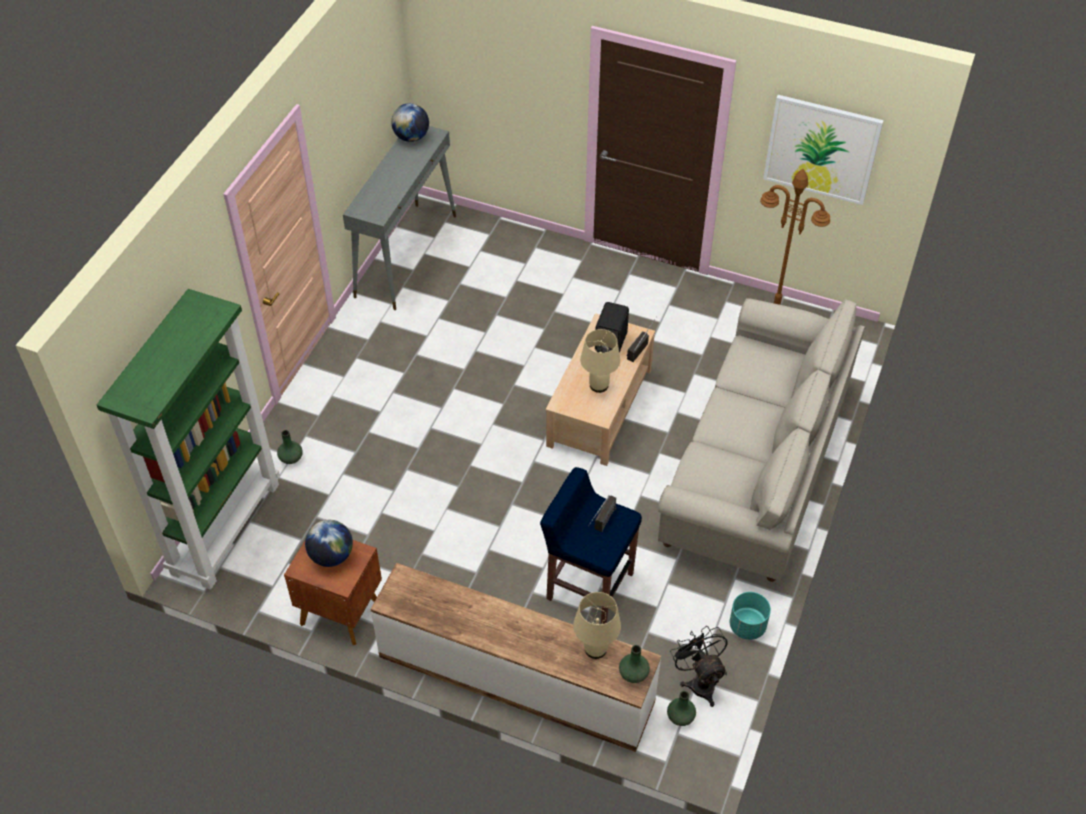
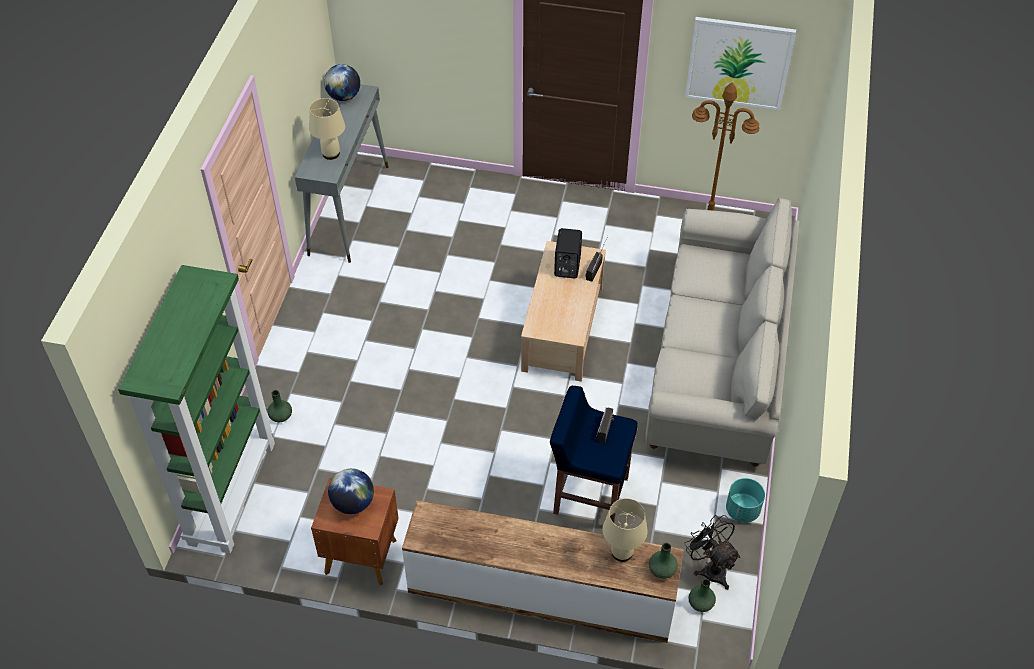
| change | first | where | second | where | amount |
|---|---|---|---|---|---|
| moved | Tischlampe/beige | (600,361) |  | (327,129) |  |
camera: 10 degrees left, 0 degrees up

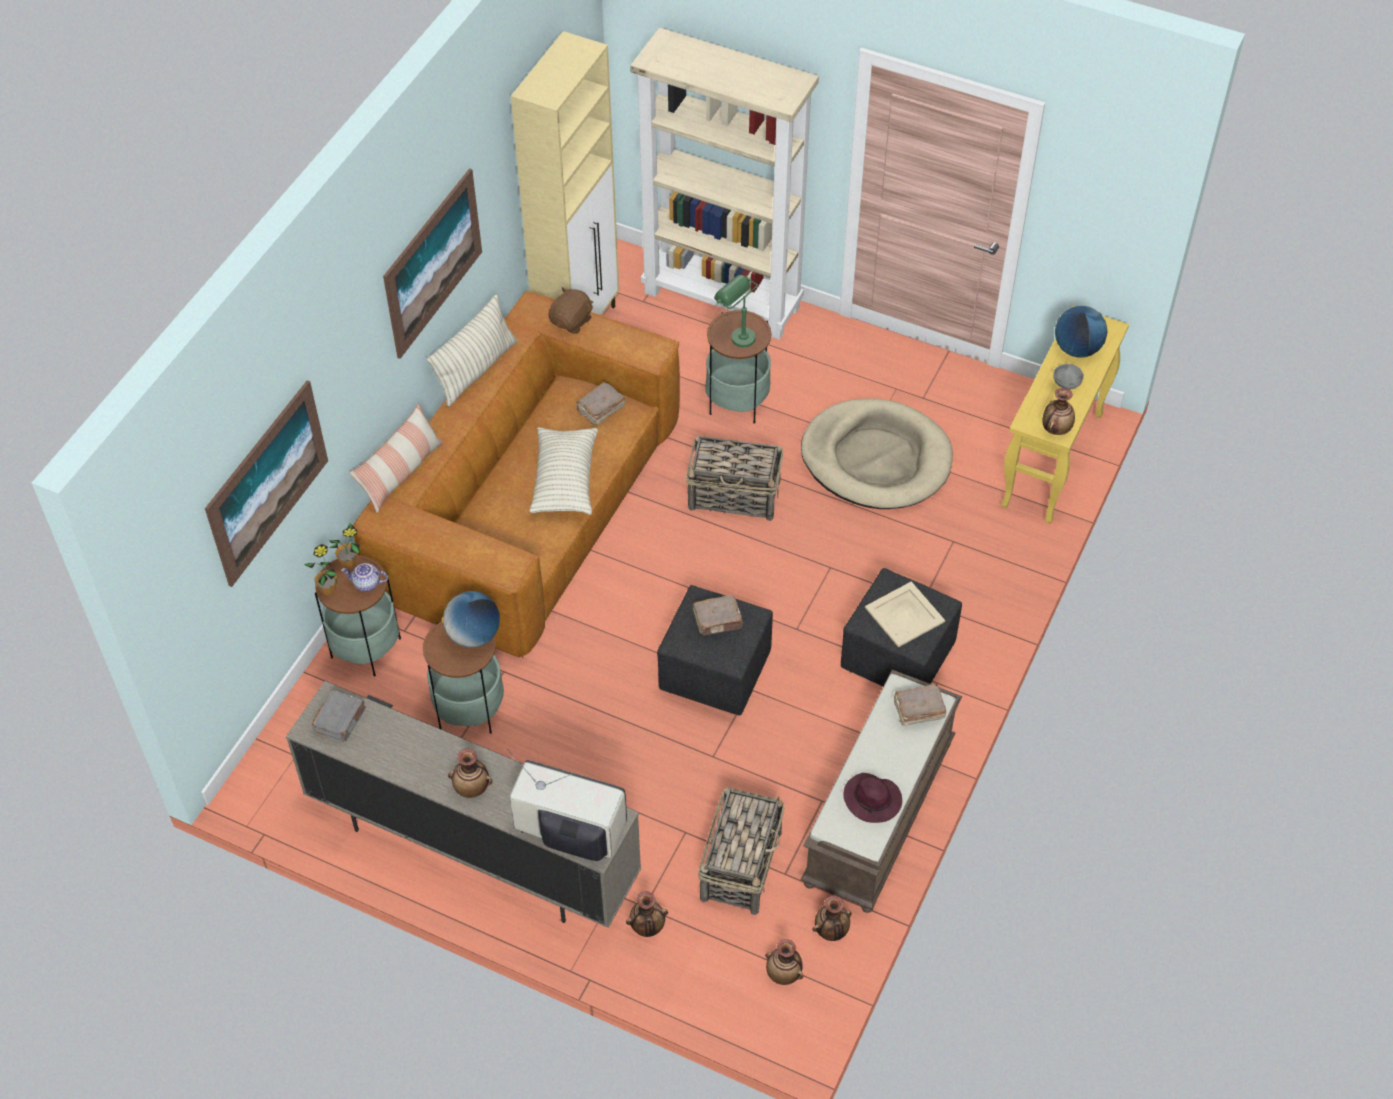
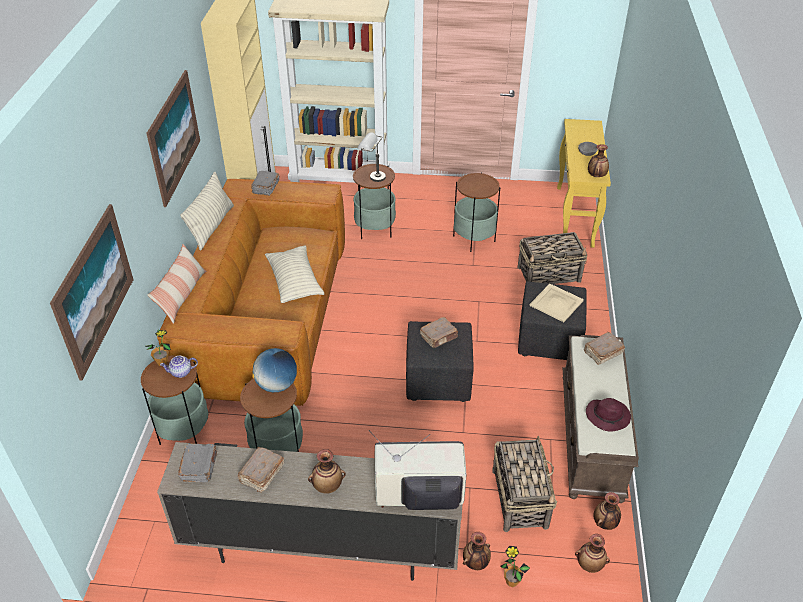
| change | first | where | second | where | amount |
|---|---|---|---|---|---|
| moved | Topfpflanze | (320,570) |  | (515,566) |  |
| replaced | Plüschtier/braun | (571,310) | Buch/grau | (265,183) |  |
| moved | Buch/braun | (600,404) |  | (261,469) |  |
| moved | Korb | (734,478) |  | (552,258) |  |
| recoloured | Tischlampe/grün | (736,311) | Tischlampe/grau | (371,157) |  |
| replaced | Hundebett/beige | (877,453) | Beistelltisch | (476,212) |  |
| removed | Globus | (1081,332) |  |  |  |
camera: 20 degrees left, 10 degrees down

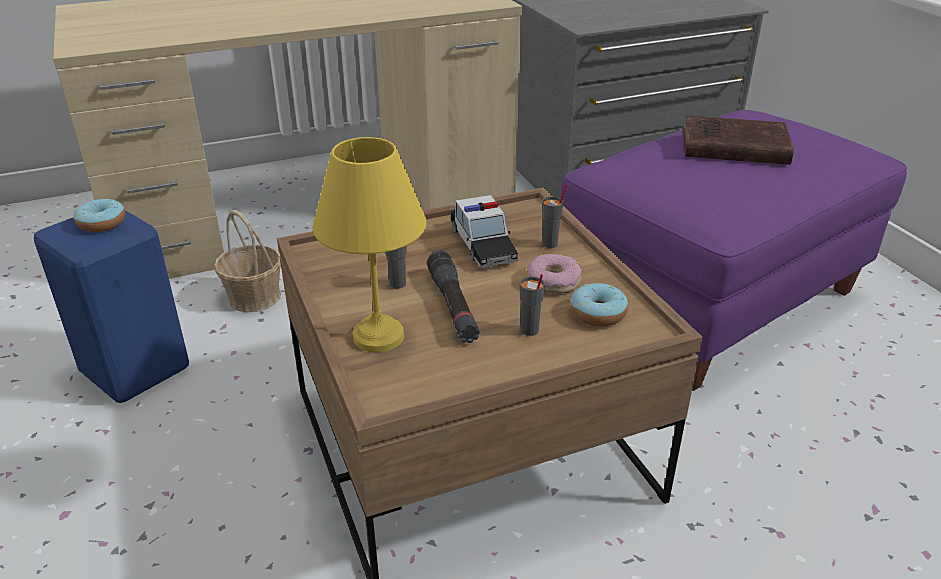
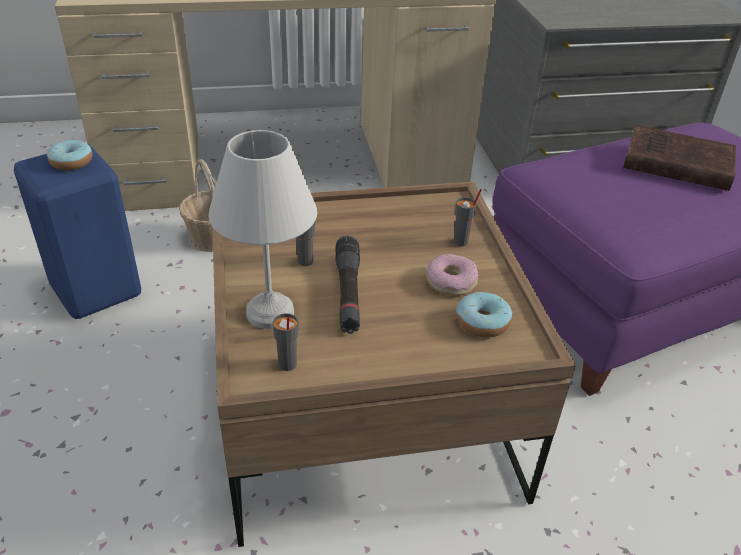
| change | first | where | second | where | amount |
|---|---|---|---|---|---|
| recoloured | Tischlampe/gelb | (369,244) | Tischlampe/weiß | (262,229) |  |
| removed | Spielzeugauto | (485,231) |  |  |  |
| moved | Tasse/grau | (532,305) |  | (285,342) |  |
camera: 10 degrees right, 5 degrees up

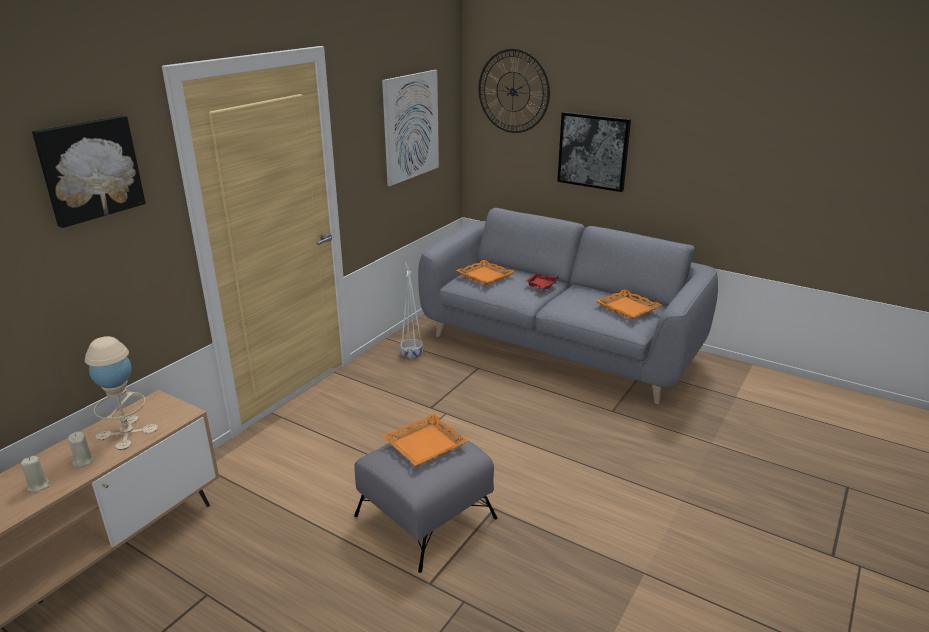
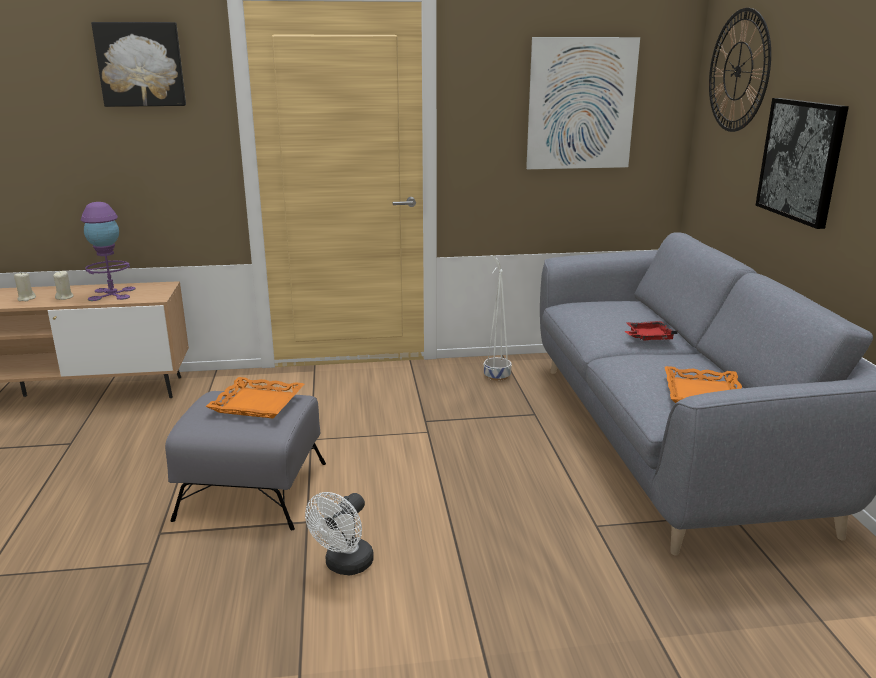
| change | first | where | second | where | amount |
|---|---|---|---|---|---|
| recoloured | Tischlampe/beige | (121,393) | Tischlampe/lila | (108,251) |  |
| removed | Tablett/orange | (485,273) |  |  |  |
| added |  |  | Ventilator/weiß | (339,533) |  |
camera: 50 degrees right, 5 degrees down

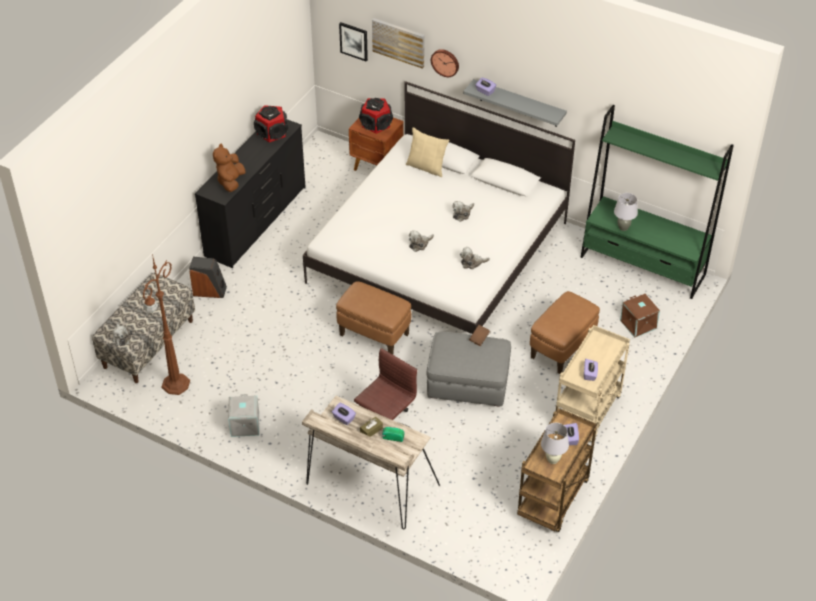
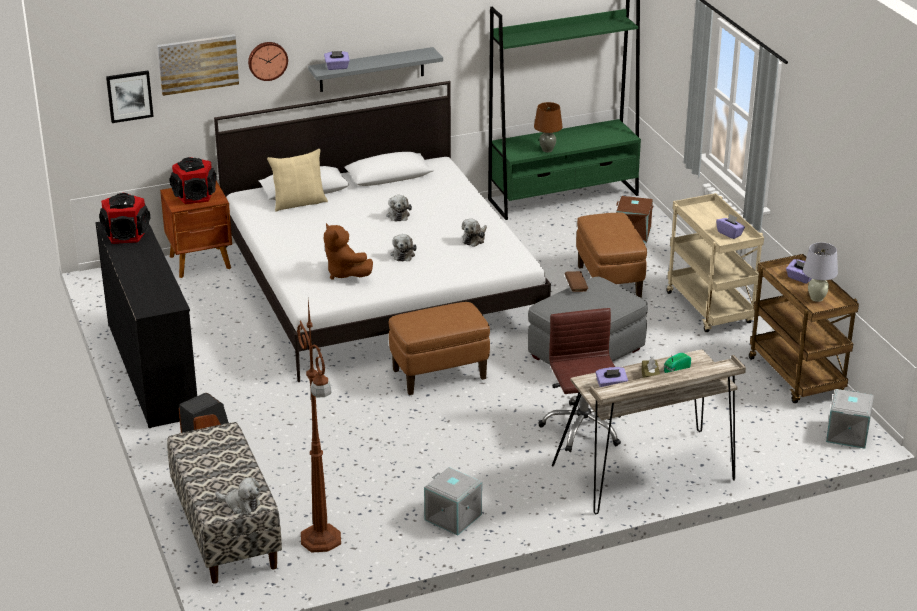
| change | first | where | second | where | amount |
|---|---|---|---|---|---|
| moved | Plüschtier/braun | (229,168) |  | (348,251) |  |
| recoloured | Tischlampe/grau | (626,212) | Tischlampe/braun | (548,127) |  |
| added |  |  | Aufbewahrungsbox/grau | (850,419) |  |
camera: 50 degrees left, 15 degrees down

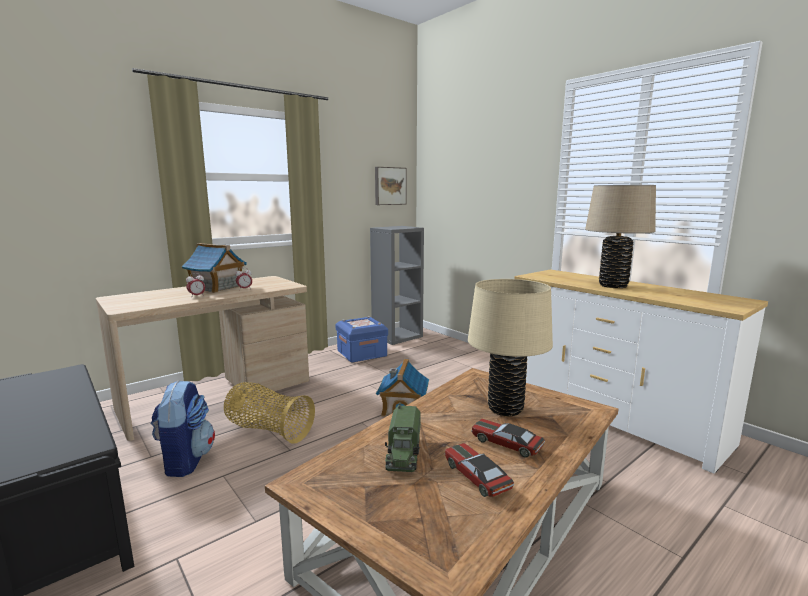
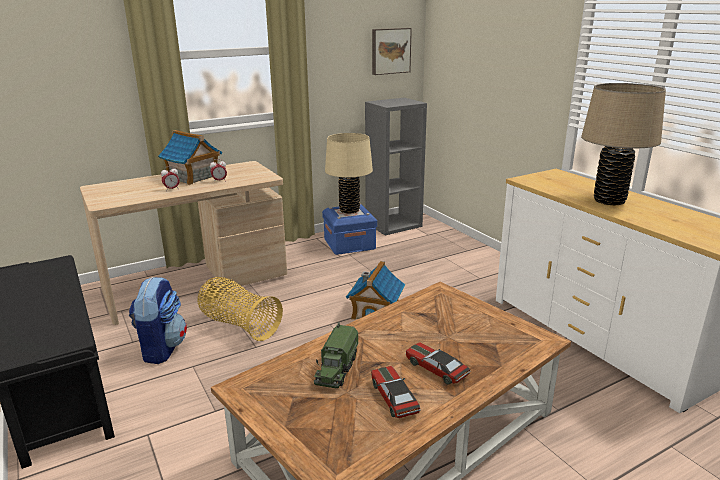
| change | first | where | second | where | amount |
|---|---|---|---|---|---|
| moved | Tischlampe/beige | (510,347) |  | (349,173) |  |
camera: 10 degrees right, 10 degrees up

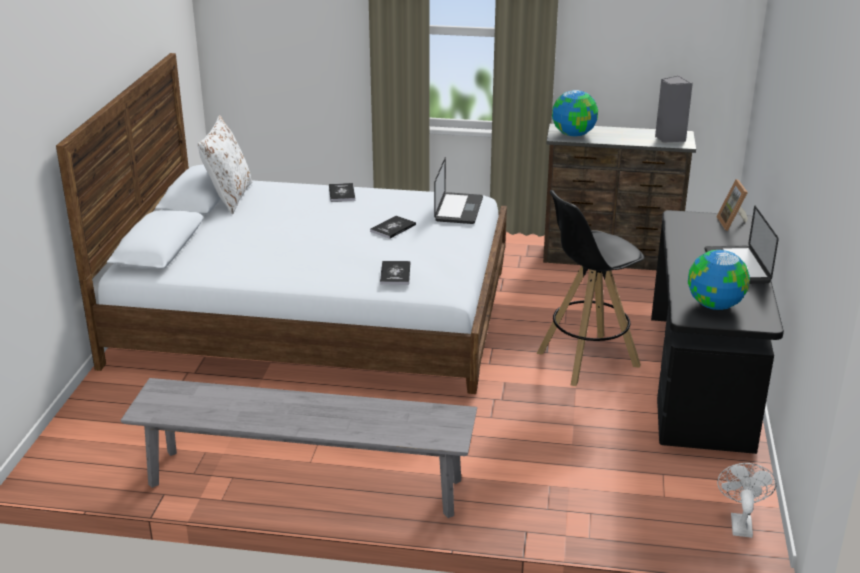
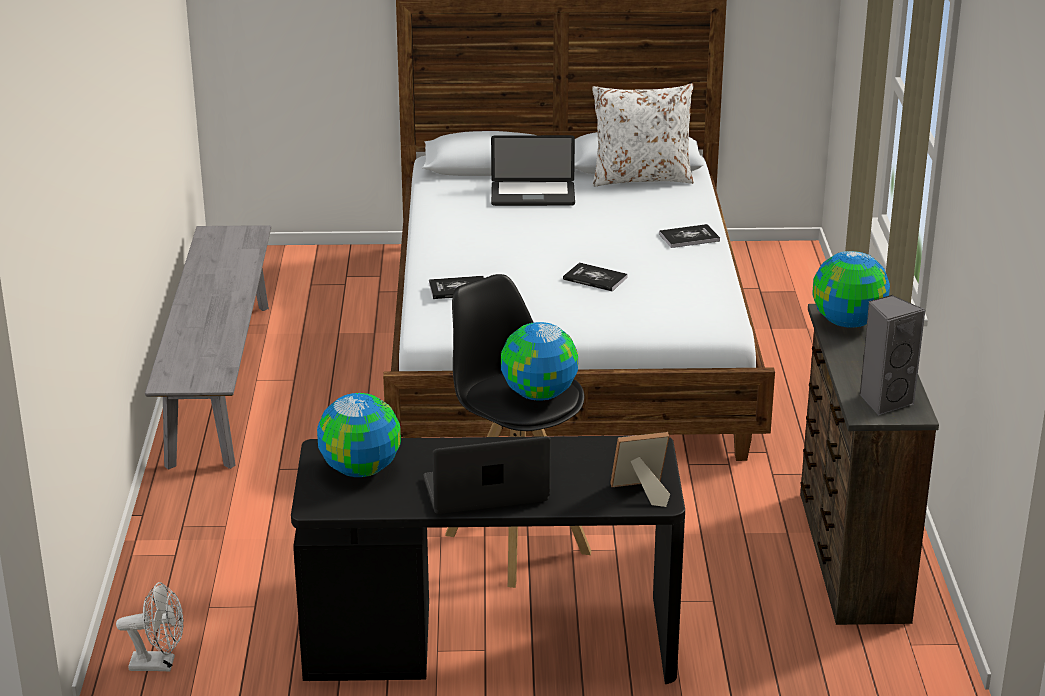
| change | first | where | second | where | amount |
|---|---|---|---|---|---|
| moved | Laptop | (458,190) |  | (533,170) |  |
| added |  |  | Globus | (539,361) |  |
camera: 80 degrees right, 0 degrees up

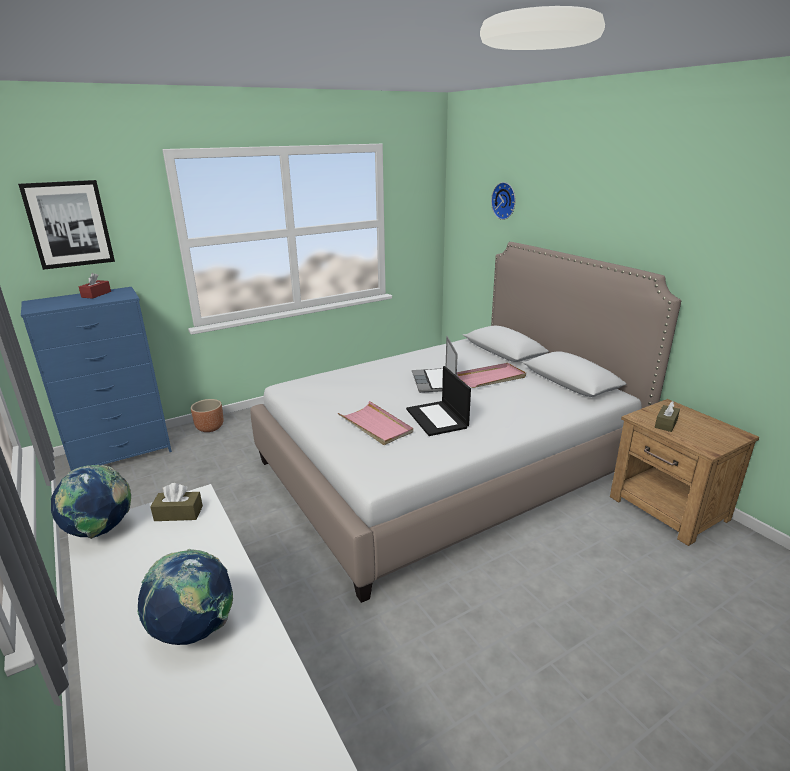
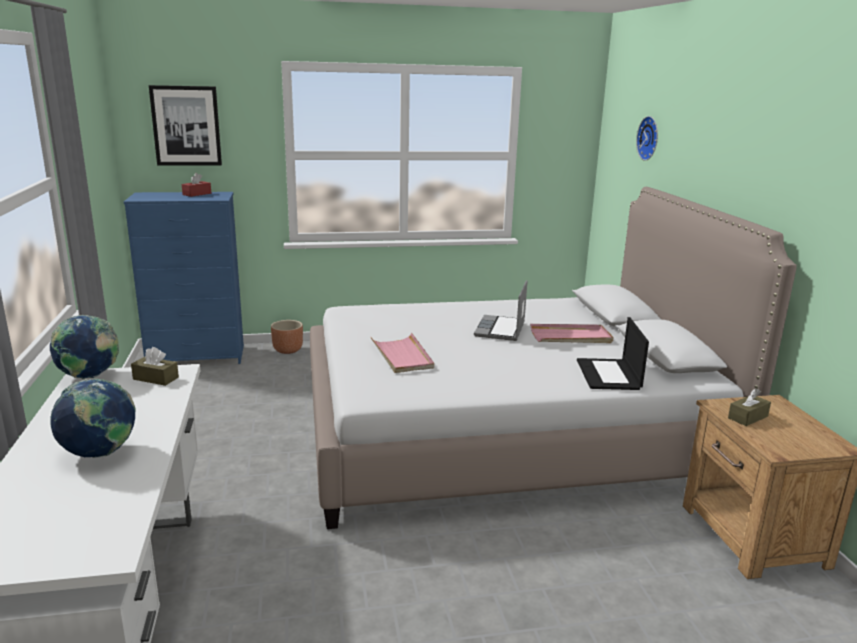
| change | first | where | second | where | amount |
|---|---|---|---|---|---|
| moved | Laptop | (438,401) |  | (613,353) |  |
camera: 20 degrees right, 5 degrees down

